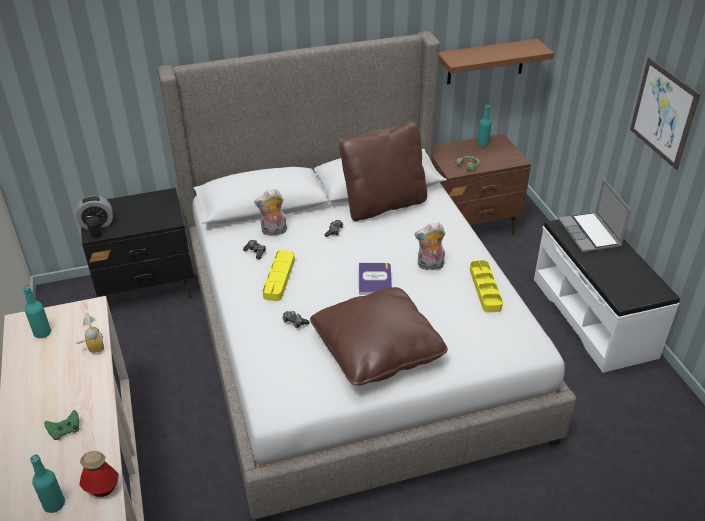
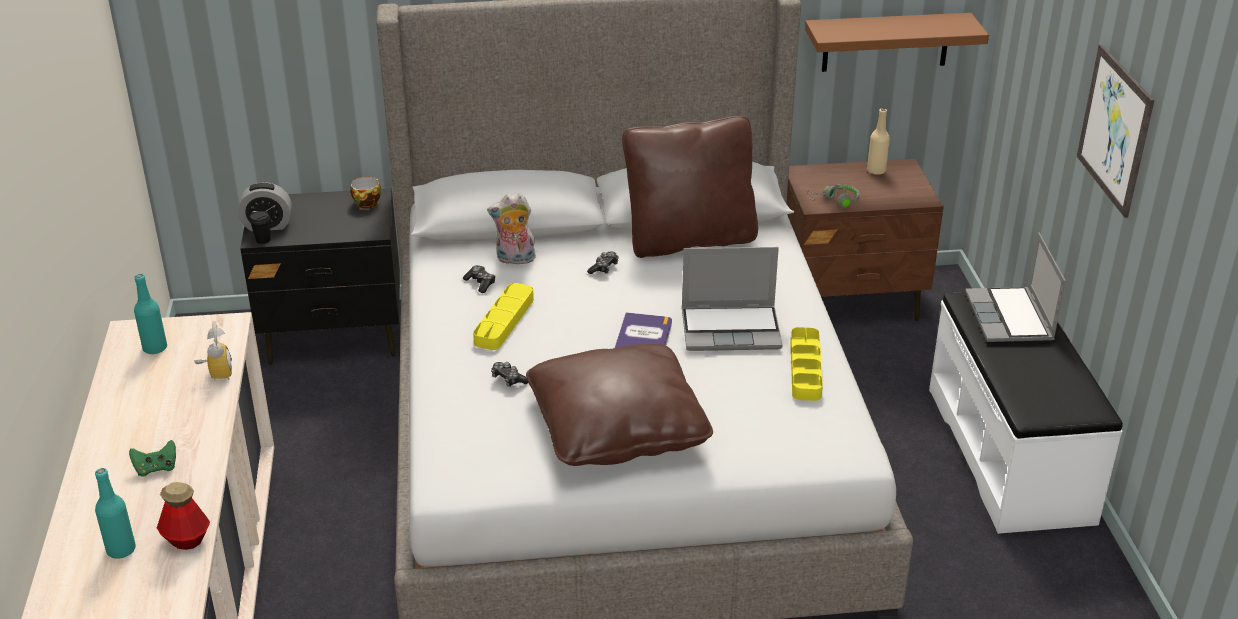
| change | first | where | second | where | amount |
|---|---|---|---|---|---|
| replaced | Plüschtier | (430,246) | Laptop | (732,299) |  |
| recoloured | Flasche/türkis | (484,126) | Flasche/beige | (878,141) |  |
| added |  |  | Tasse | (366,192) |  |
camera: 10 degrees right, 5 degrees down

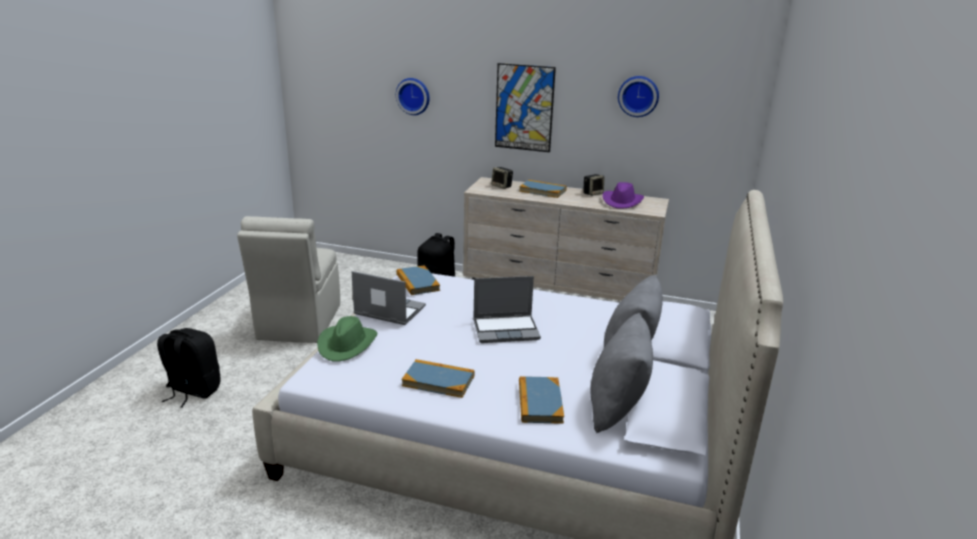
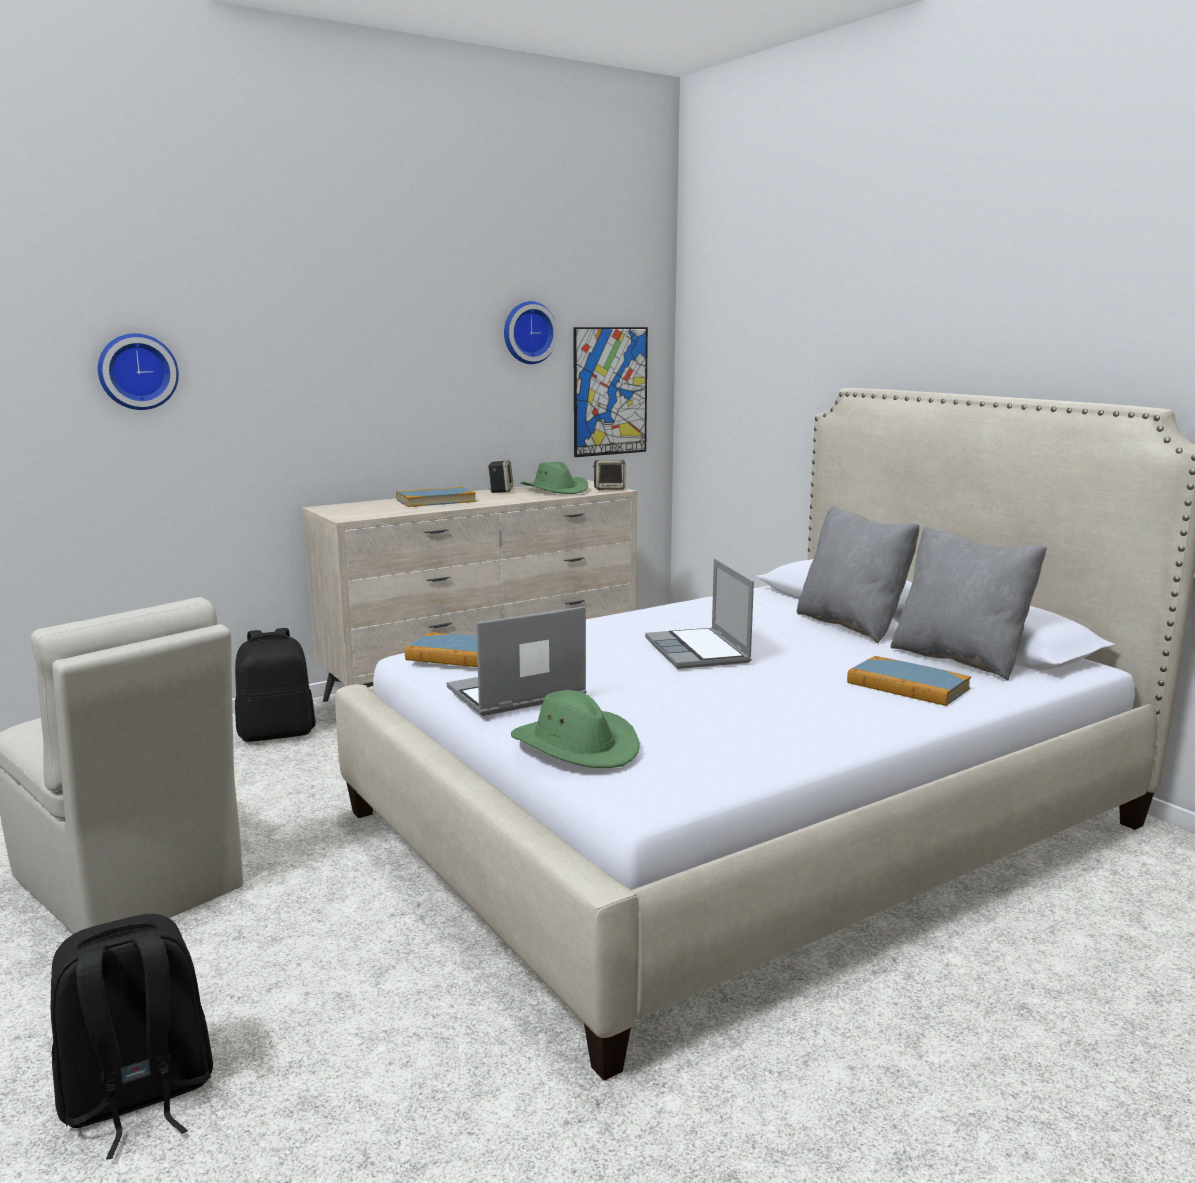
| change | first | where | second | where | amount |
|---|---|---|---|---|---|
| removed | Buch | (438,378) |  |  |  |
| turned | Laptop | (507,309) |  | (699,614) | 135 degrees clockwise |
| moved | Lautsprecher | (502,178) |  | (609,475) |  |
| moved | Bild | (525,107) |  | (610,392) |  |
| recoloured | Hut/lila | (623,195) | Hut/grün | (554,478) |  |
camera: 50 degrees left, 10 degrees down

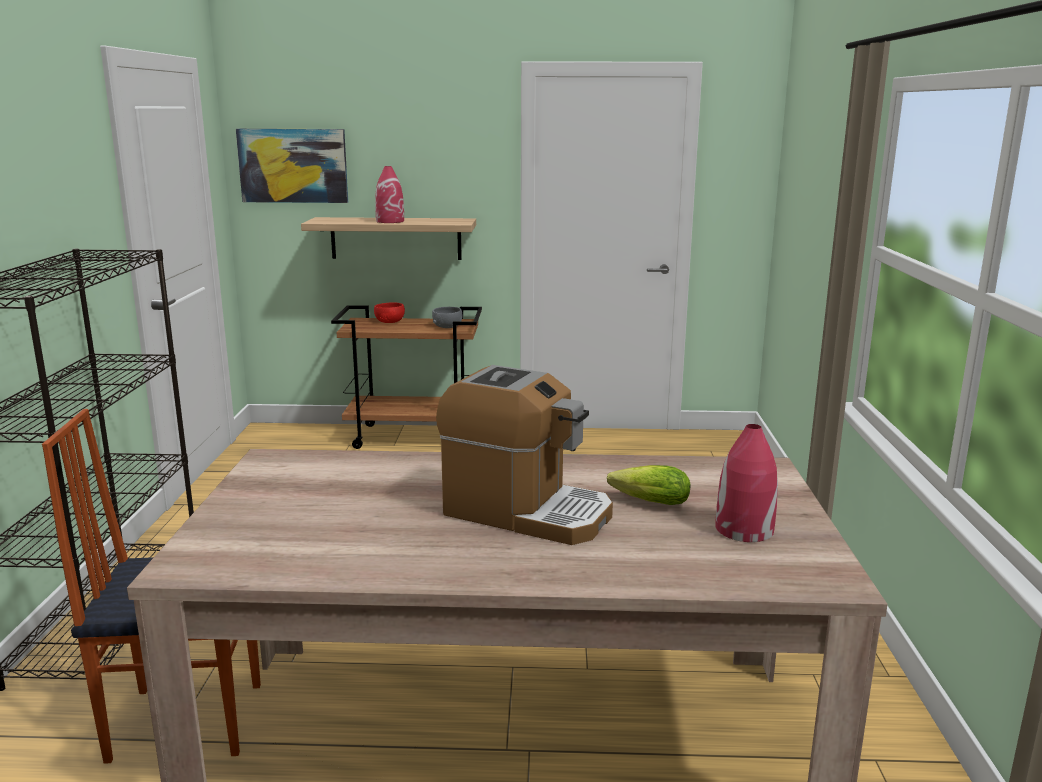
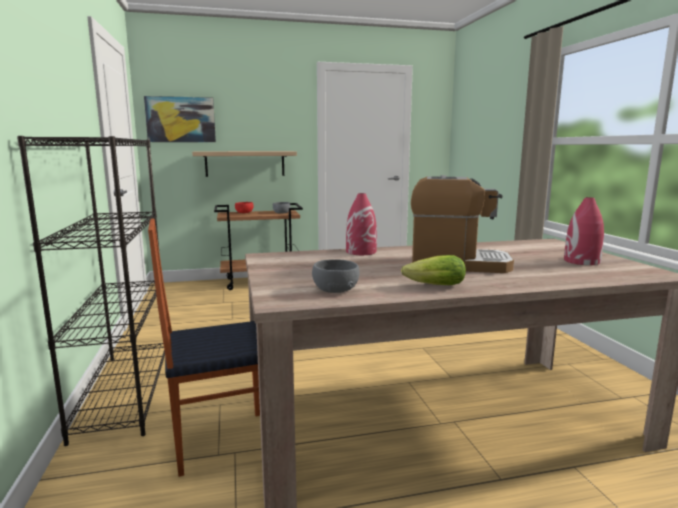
| change | first | where | second | where | amount |
|---|---|---|---|---|---|
| moved | Vase/rot | (389,194) |  | (361,224) |  |
| moved | Salatkopf | (648,485) |  | (433,270) |  |
| added |  |  | Schüssel/grau | (336,276) |  |
camera: 15 degrees left, 5 degrees down

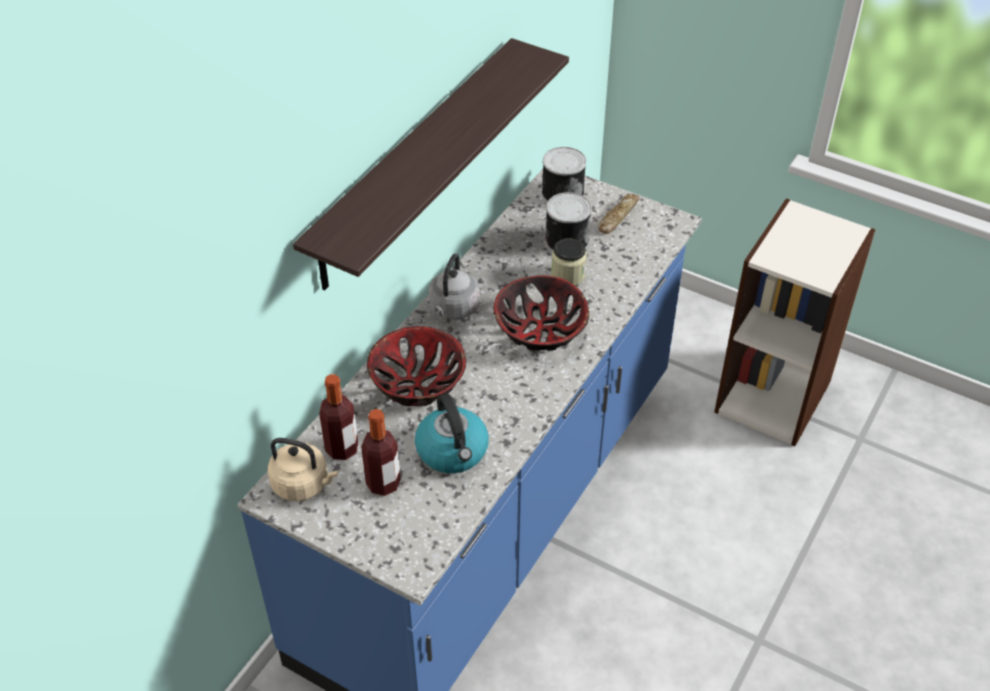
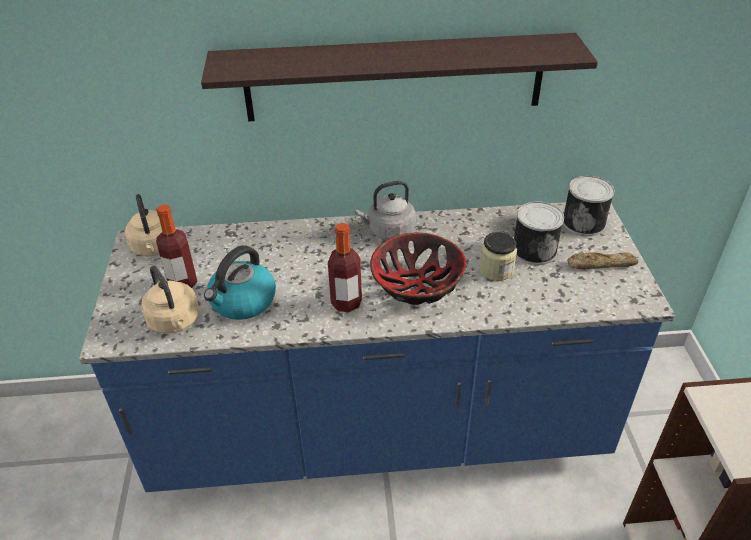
| change | first | where | second | where | amount |
|---|---|---|---|---|---|
| moved | Flasche | (338,417) |  | (345,268) |  |
| removed | Schüssel | (416,366) |  |  |  |
| added |  |  | Wasserkessel/beige | (170,300) |  |
camera: 55 degrees right, 5 degrees down

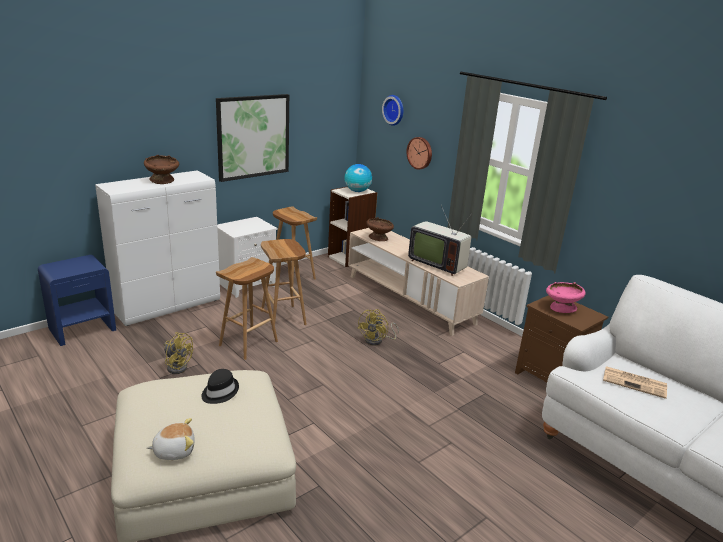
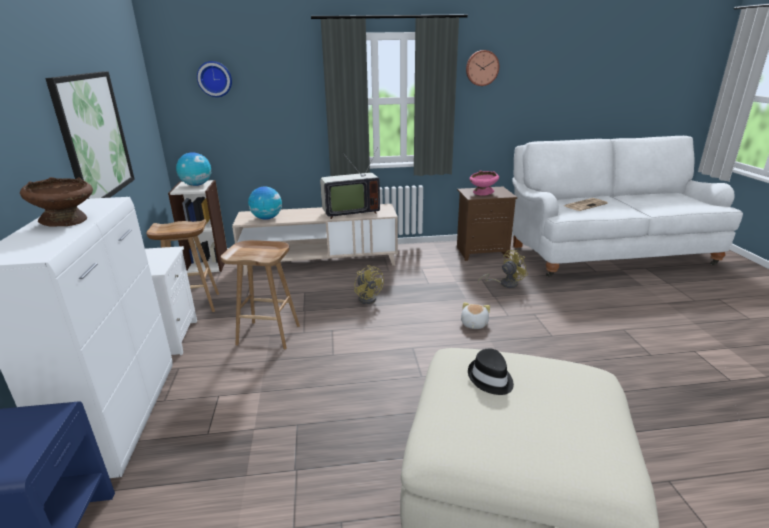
| change | first | where | second | where | amount |
|---|---|---|---|---|---|
| moved | Plüschtier | (170,439) |  | (475,315) |  |
| moved | Ventilator/gelb | (178,353) |  | (503,269) |  |
| removed | Hocker/braun | (247,308) |  |  |  |
| replaced | Schüssel/braun | (380,229) | Globus | (265,203) |  |
| moved | Wanduhr | (419,153) |  | (482,68) |  |
camera: 55 degrees left, 0 degrees up

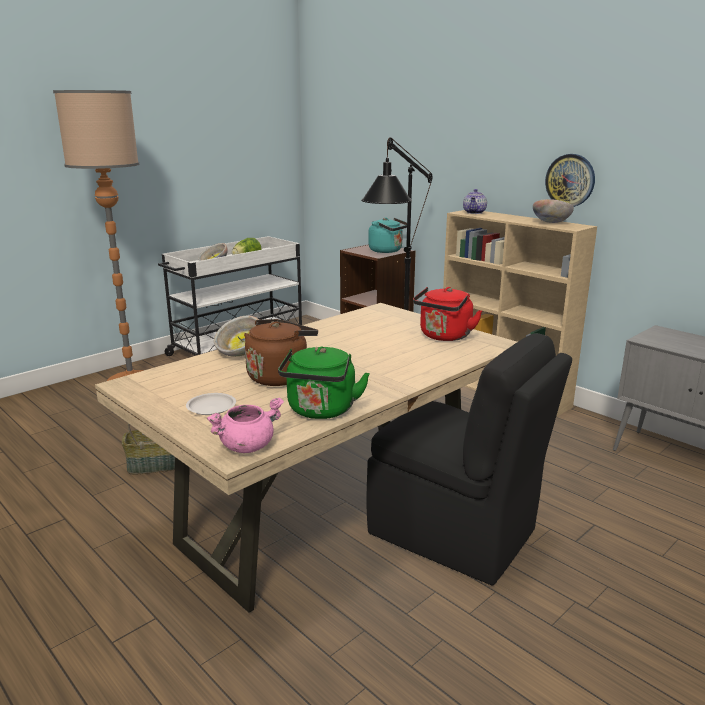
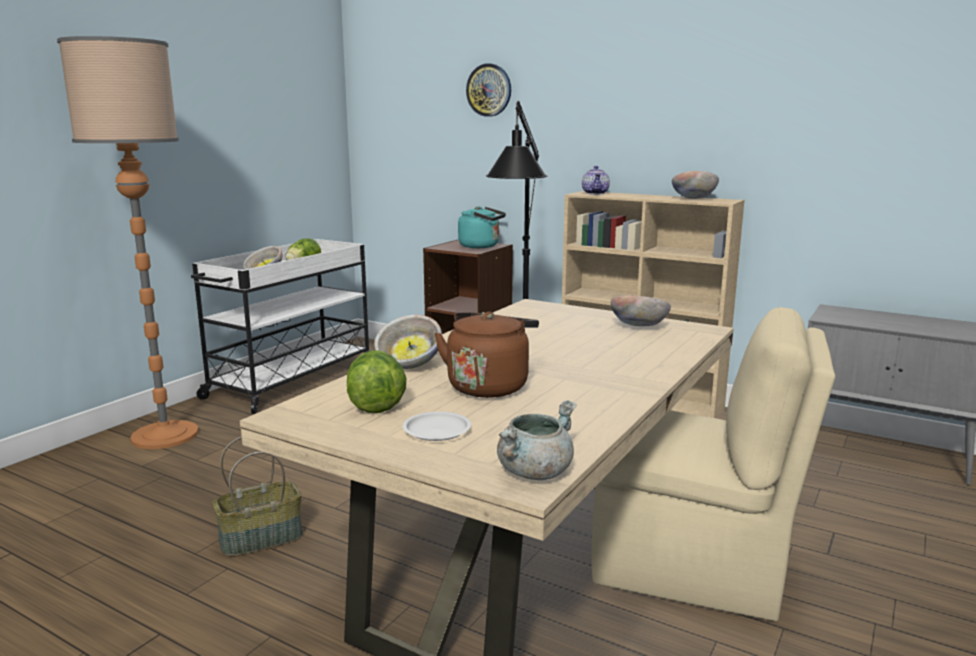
| change | first | where | second | where | amount |
|---|---|---|---|---|---|
| recoloured | Kochtopf/rosa | (245,425) | Kochtopf/grau | (537,440) |  |
| removed | Wasserkessel/grün | (324,382) |  |  |  |
| recoloured | Stuhl/schwarz | (469,459) | Stuhl/beige | (713,464) |  |
| replaced | Wasserkessel/rot | (447,314) | Schüssel | (641,311) |  |
| moved | Wanduhr | (570,180) |  | (488,90) |  |
| added |  |  | Salatkopf | (376,381) |  |
camera: 15 degrees left, 5 degrees down

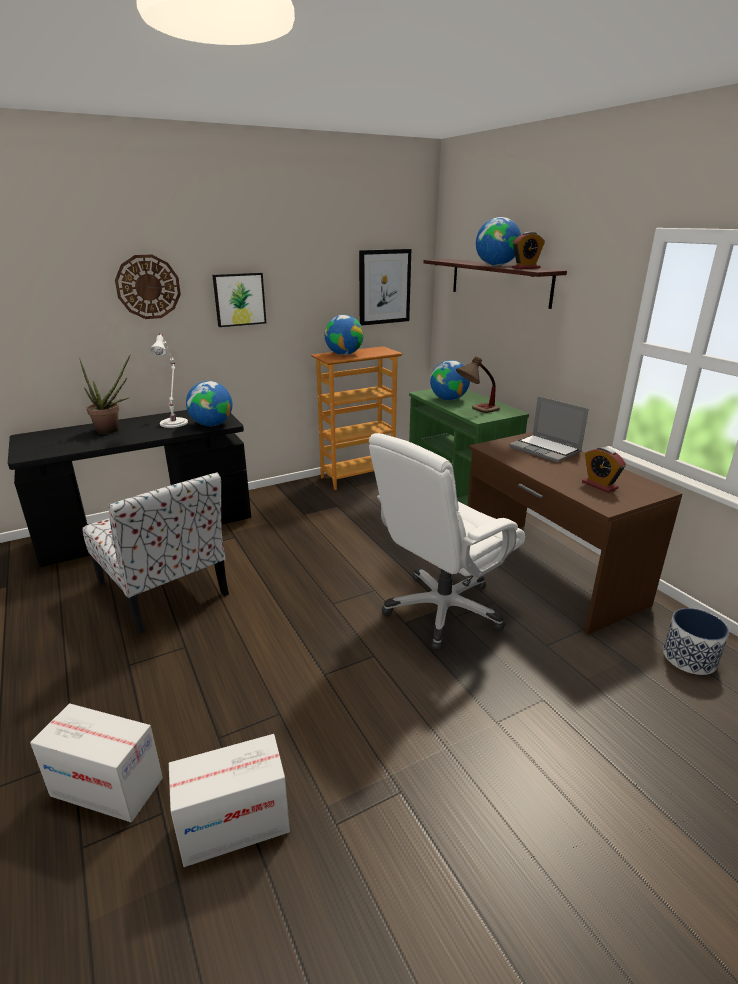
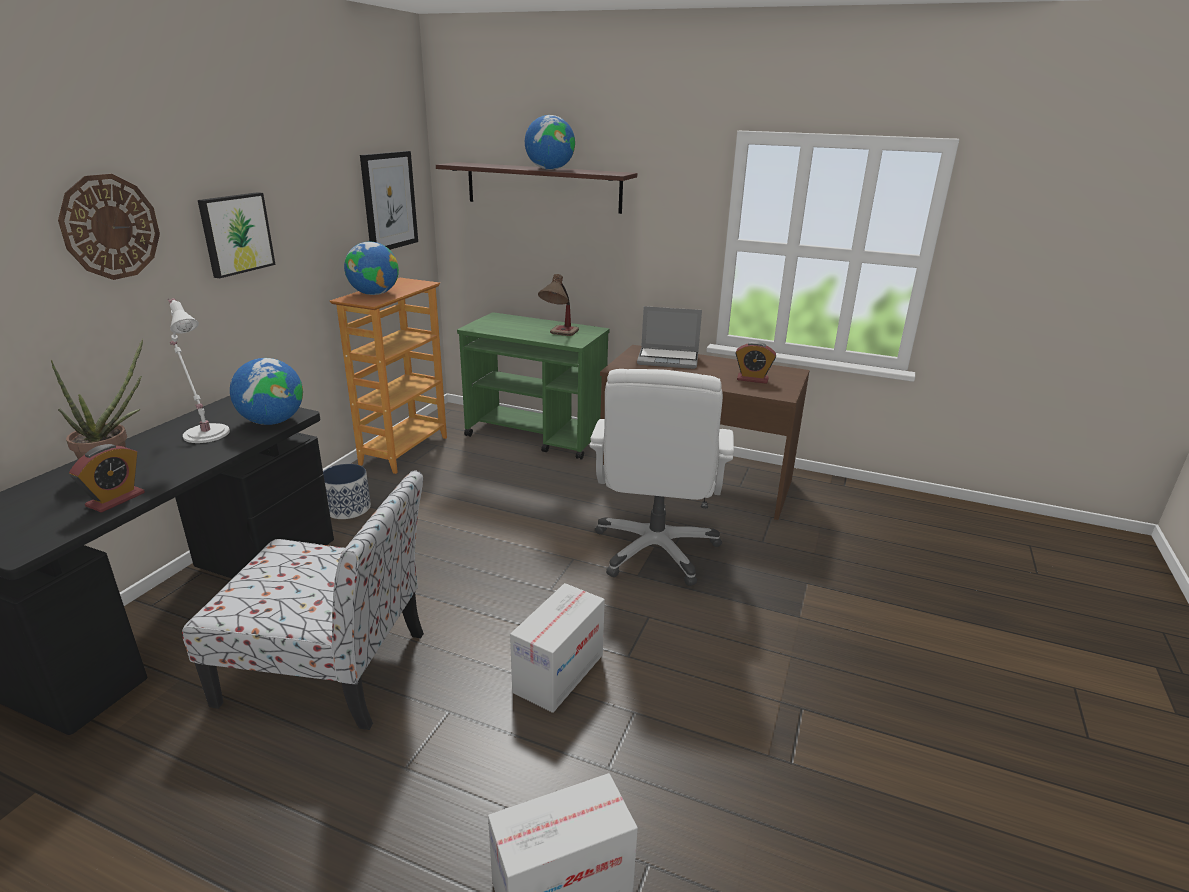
| change | first | where | second | where | amount |
|---|---|---|---|---|---|
| moved | Karton | (229,800) |  | (557,648) |  |
| removed | Globus | (450,380) |  |  |  |
| moved | Wecker | (528,250) |  | (107,478) |  |
| moved | Pflanzkübel | (696,641) |  | (347,491) |  |
camera: 40 degrees left, 0 degrees up

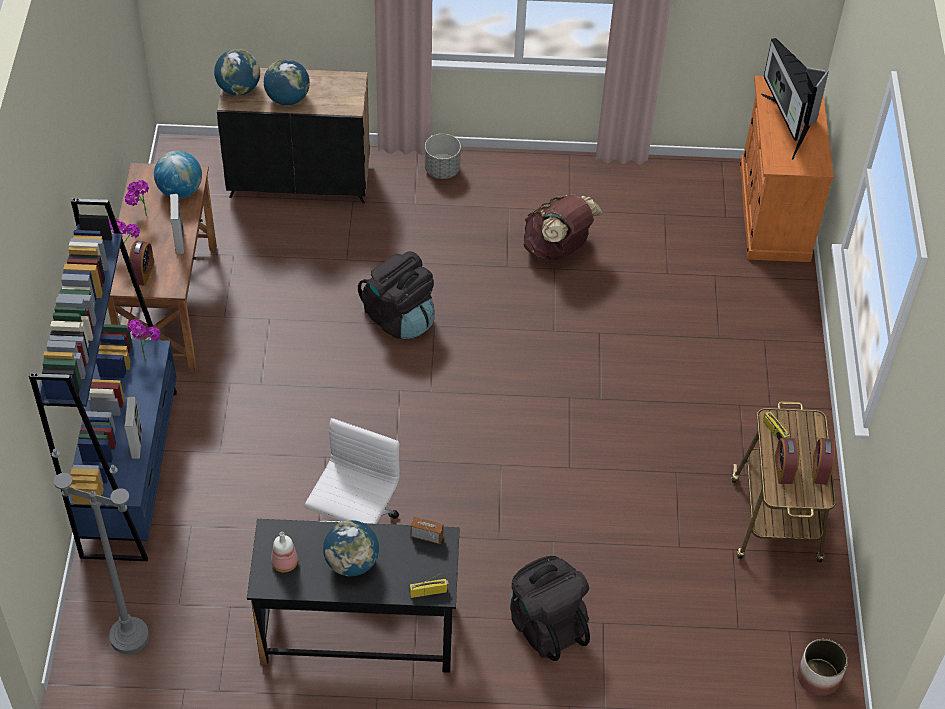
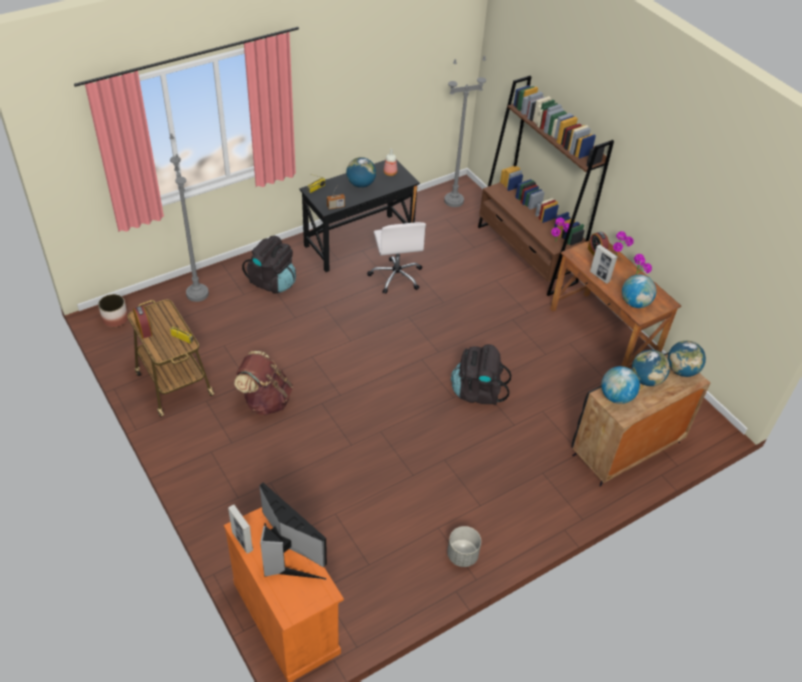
| change | first | where | second | where | amount |
|---|---|---|---|---|---|
| recoloured | Bücherregal/blau | (103,380) | Bücherregal/braun | (546,186) |  |
| moved | Bilderrahmen | (133,428) |  | (240,529) |  |
| moved | Pflanzkübel/grau | (443,156) |  | (464,546) |  |
| moved | Rucksack/braun | (563,227) |  | (263,383) |  |
| removed | Wecker | (786,461) |  |  |  |
| added |  |  | Stehlampe/grau | (189,218) |  |
| added |  |  | Globus | (620,385) |  |
camera: 145 degrees right, 5 degrees down

